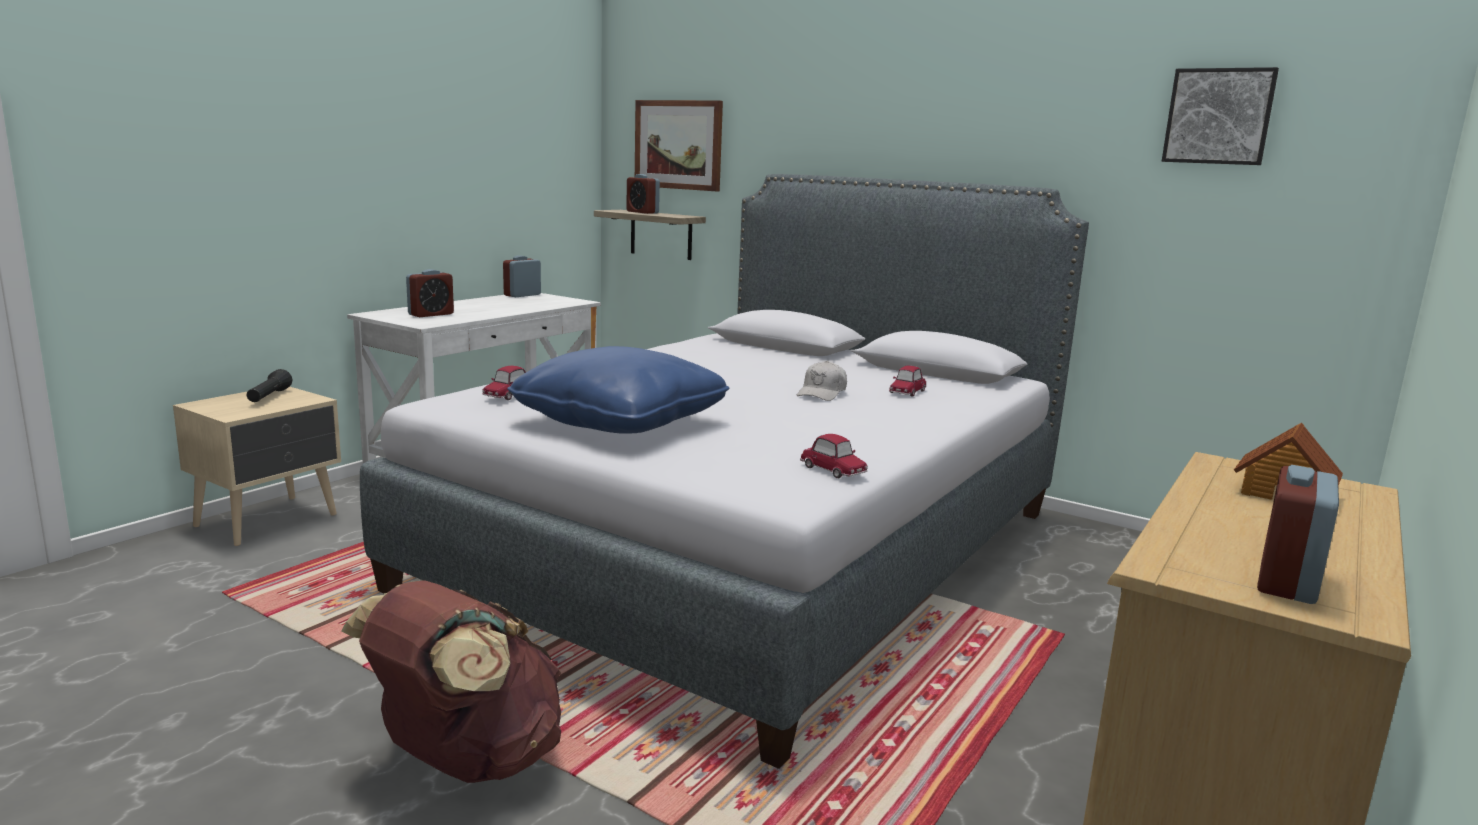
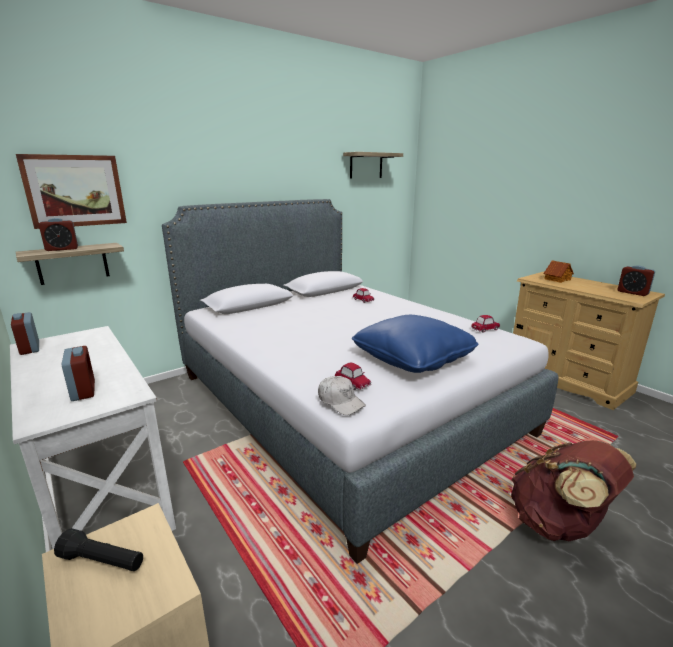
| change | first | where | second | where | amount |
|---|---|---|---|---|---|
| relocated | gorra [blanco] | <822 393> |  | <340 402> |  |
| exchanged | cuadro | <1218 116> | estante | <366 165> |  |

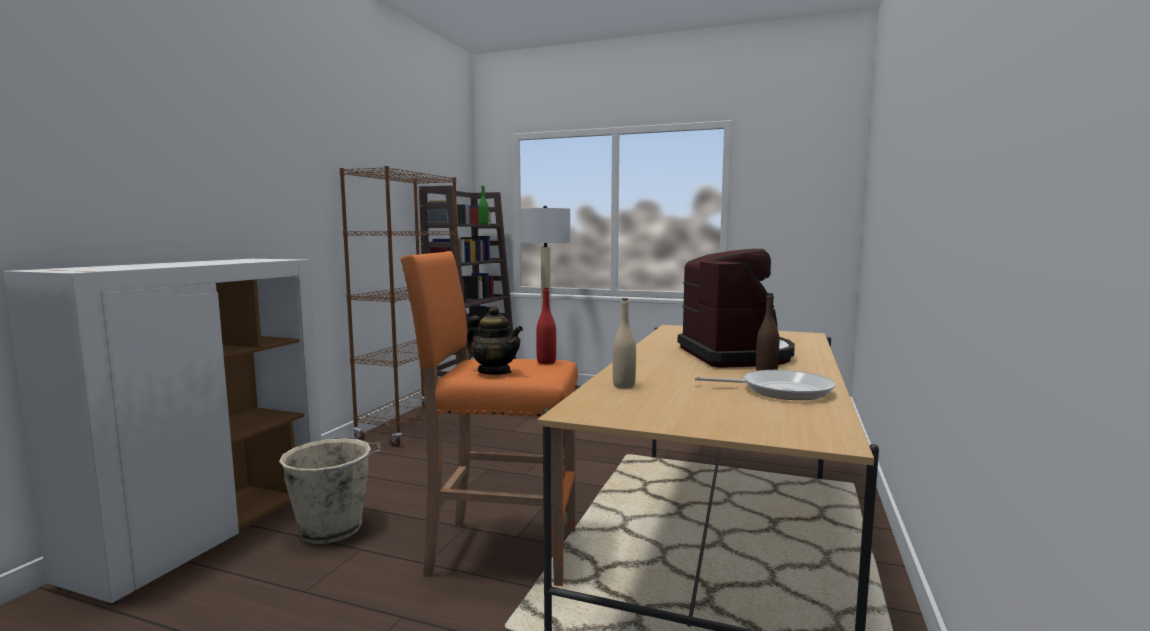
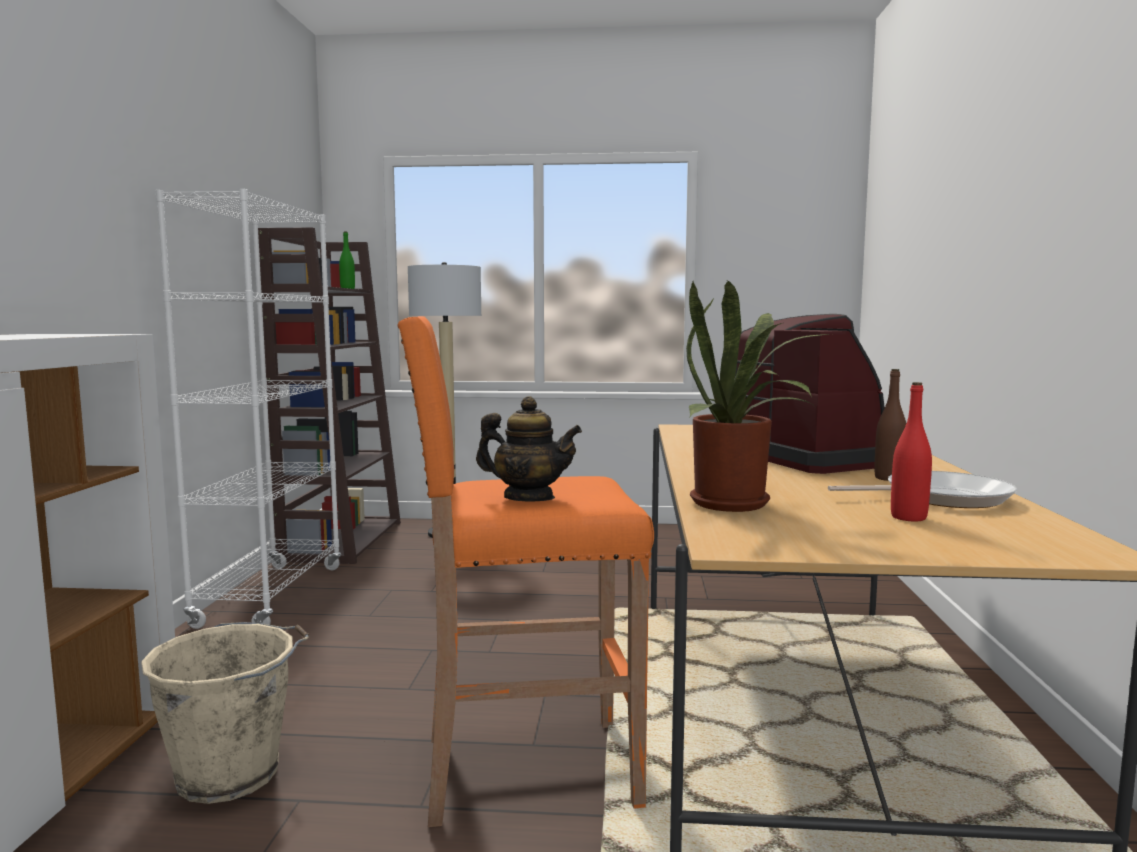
| change | first | where | second | where | amount |
|---|---|---|---|---|---|
| colour | estantería [marrón] | <412 425> | estantería [blanco] | <271 596> |  |
| exchanged | botella [beis] | <624 385> | planta en maceta | <738 505> |  |
| relocated | botella [rojo] | <546 362> |  | <908 517> |  |

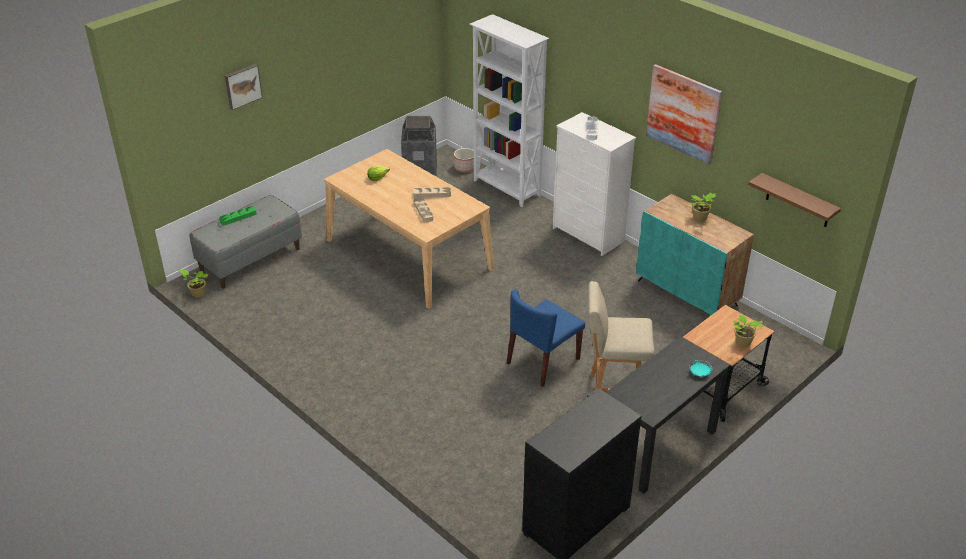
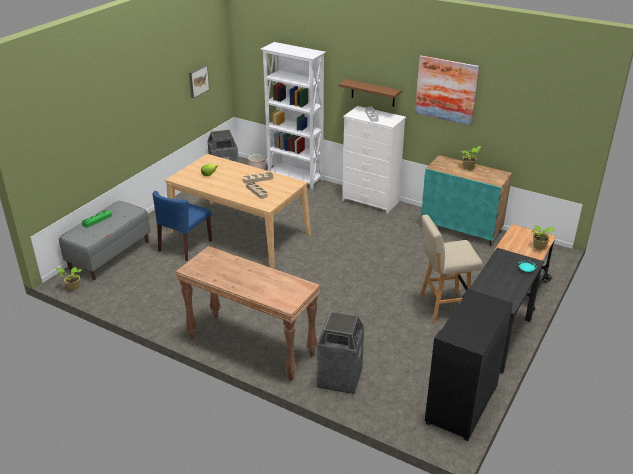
| change | first | where | second | where | amount |
|---|---|---|---|---|---|
| relocated | silla [azul] | <543 361> |  | <185 246> |  |
| appeared |  |  | mesa consola [marrón] | <250 347> |  |
| relocated | cuadro | <242 86> |  | <198 81> |  |
| appeared |  |  | papelera | <339 378> |  |
| relocated | estante [marrón] | <798 201> |  | <373 93> |  |

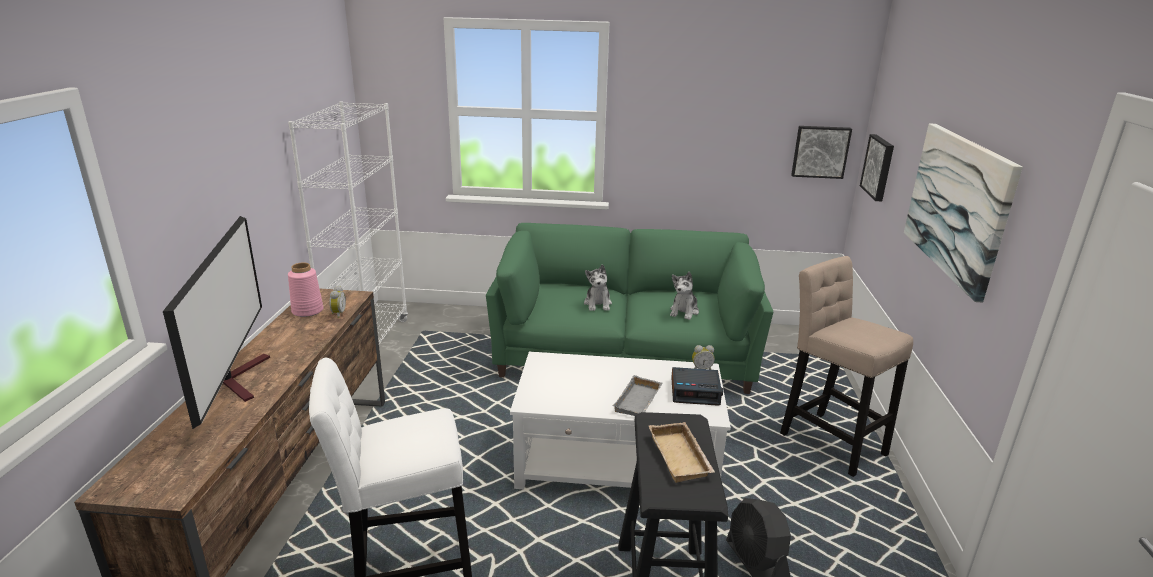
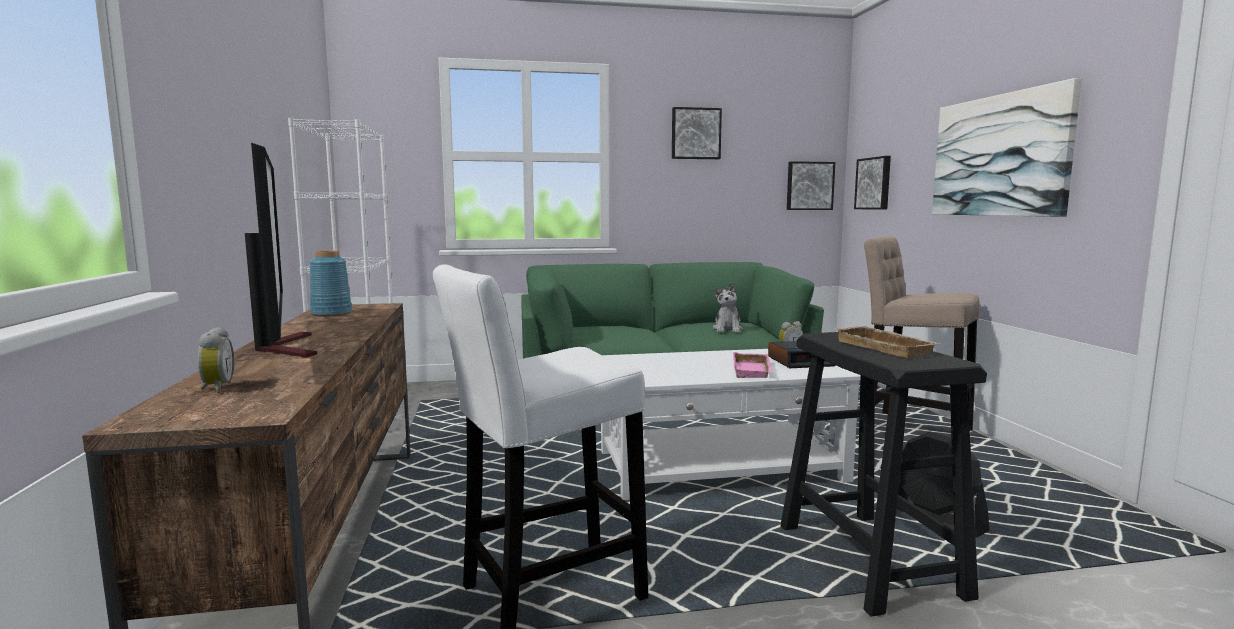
| change | first | where | second | where | amount |
|---|---|---|---|---|---|
| relocated | despertador | <338 314> |  | <215 388> |  |
| colour | florero [rosa] | <308 311> | florero [azul] | <331 313> |  |
| appeared |  |  | cuadro | <695 133> |  |
| colour | bandeja [gris] | <639 402> | bandeja [rosa] | <753 371> |  |
| missing | peluche | <598 304> |  |  |  |

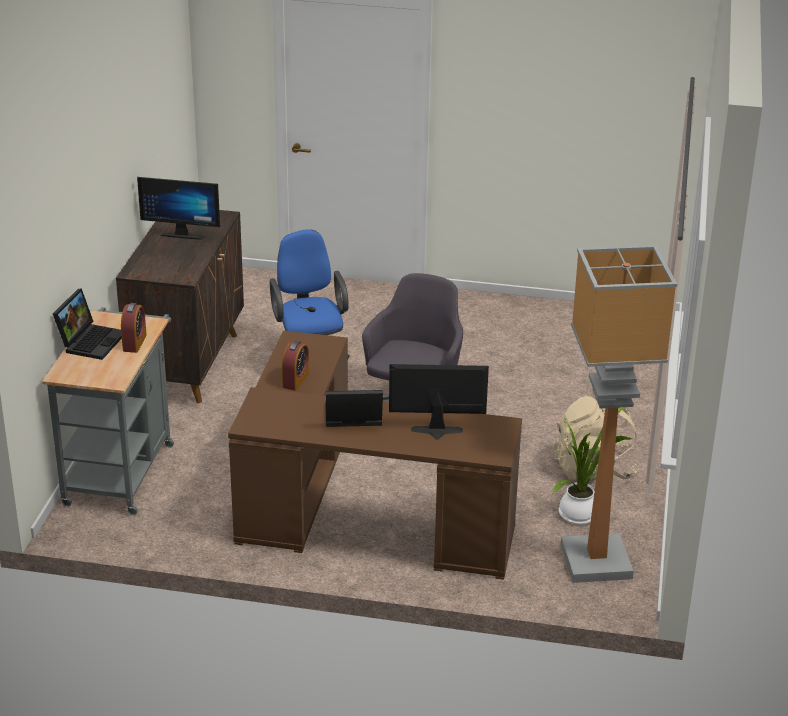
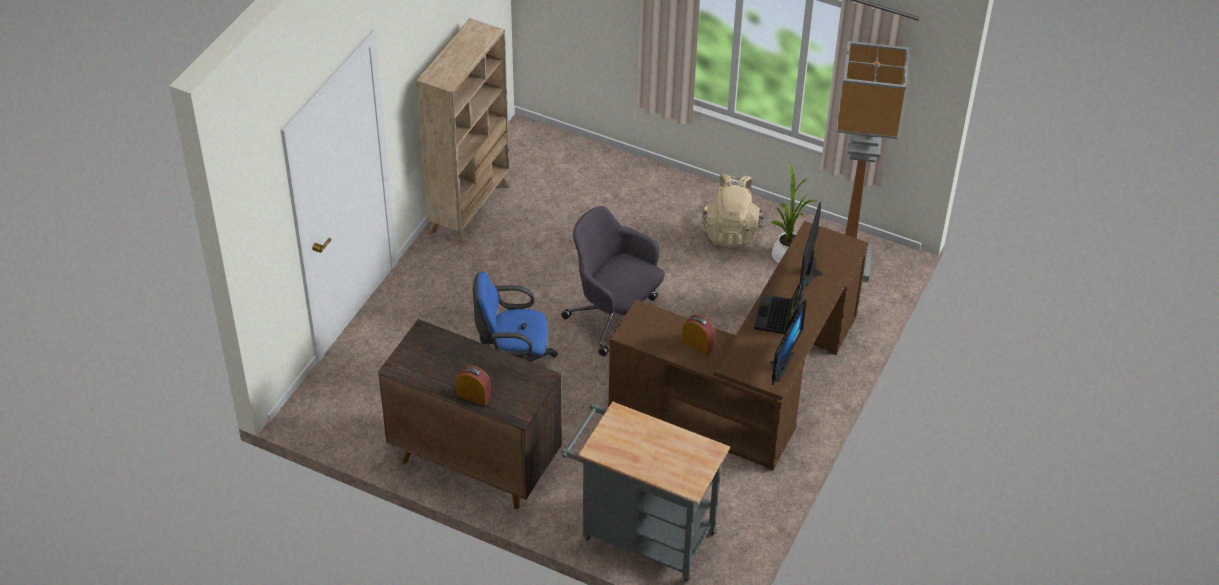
| change | first | where | second | where | amount |
|---|---|---|---|---|---|
| appeared |  |  | estantería [beis] | <470 208> |  |
| relocated | despertador | <134 343> |  | <473 396> |  |
| relocated | monitor | <183 234> |  | <778 364> |  |
| missing | portátil | <91 341> |  |  |  |

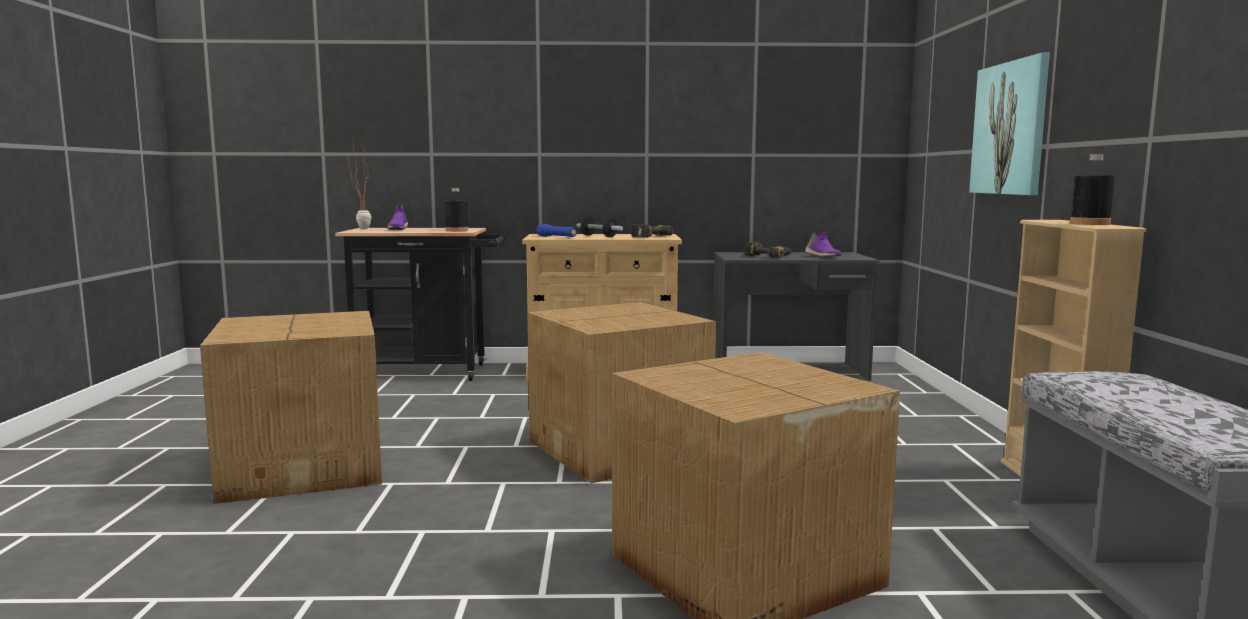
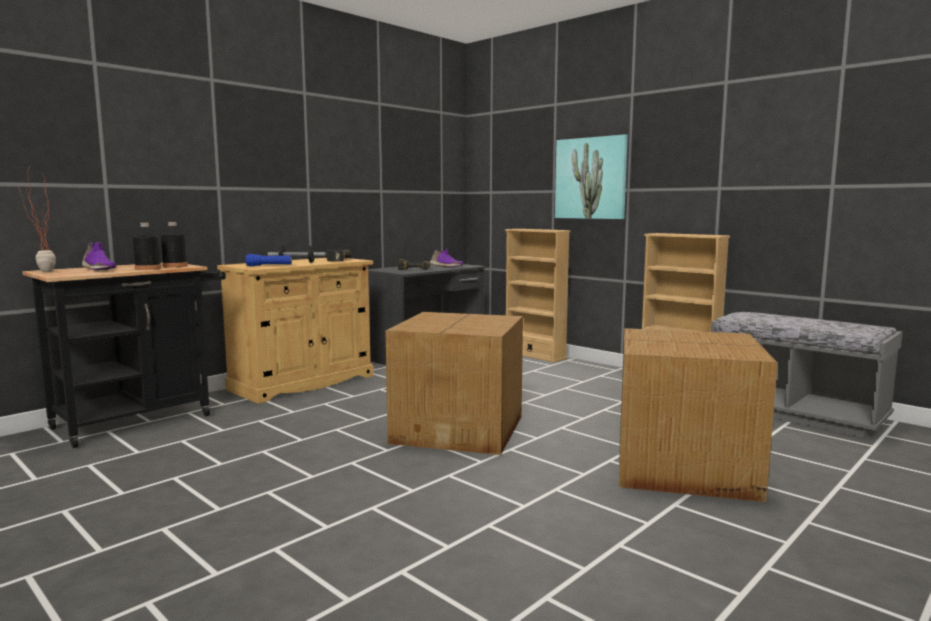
| change | first | where | second | where | amount |
|---|---|---|---|---|---|
| relocated | botella [negro] | <1090 224> |  | <148 268> |  |
| appeared |  |  | estantería [beis] | <534 355> |  |
| missing | caja de cartón | <306 466> |  |  |  |

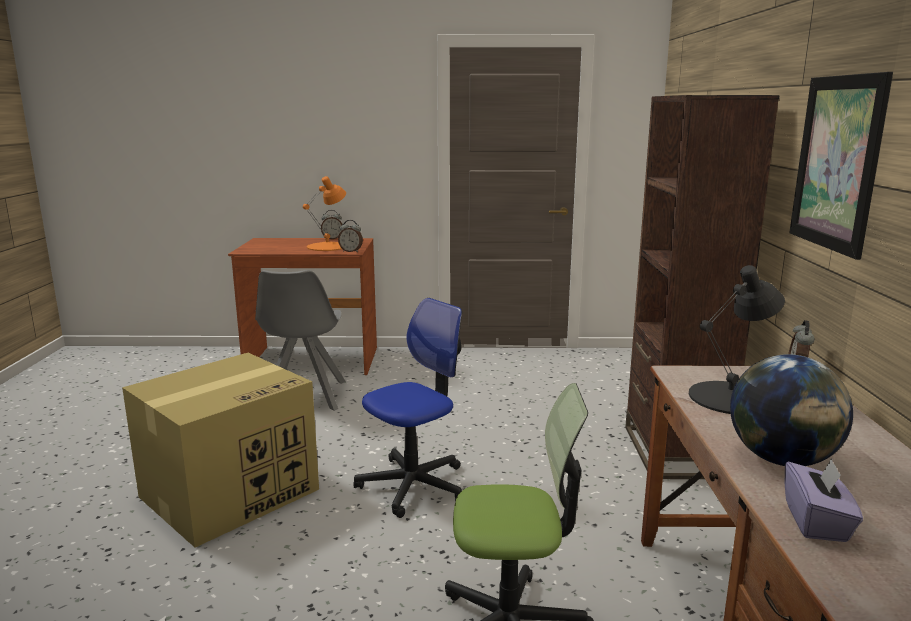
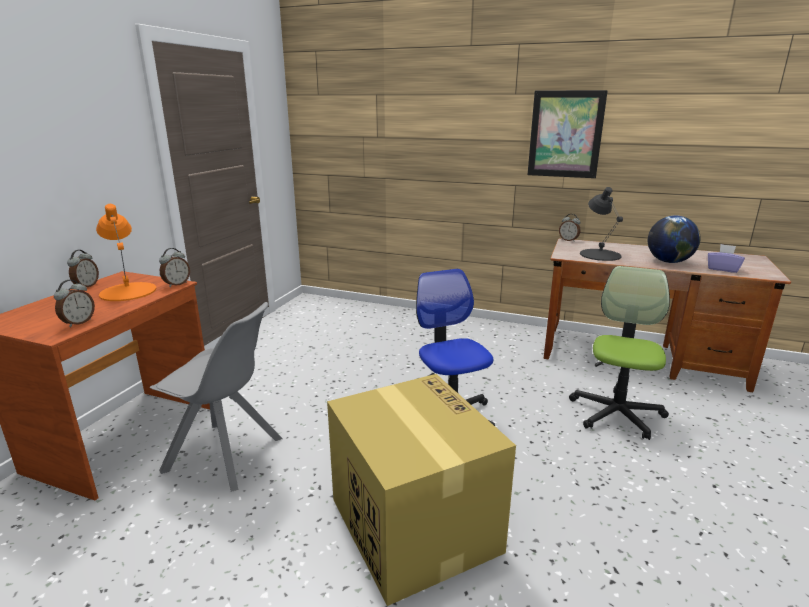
| change | first | where | second | where | amount |
|---|---|---|---|---|---|
| appeared |  |  | despertador | <78 323> |  |
| missing | estantería [marrón] | <673 451> |  |  |  |

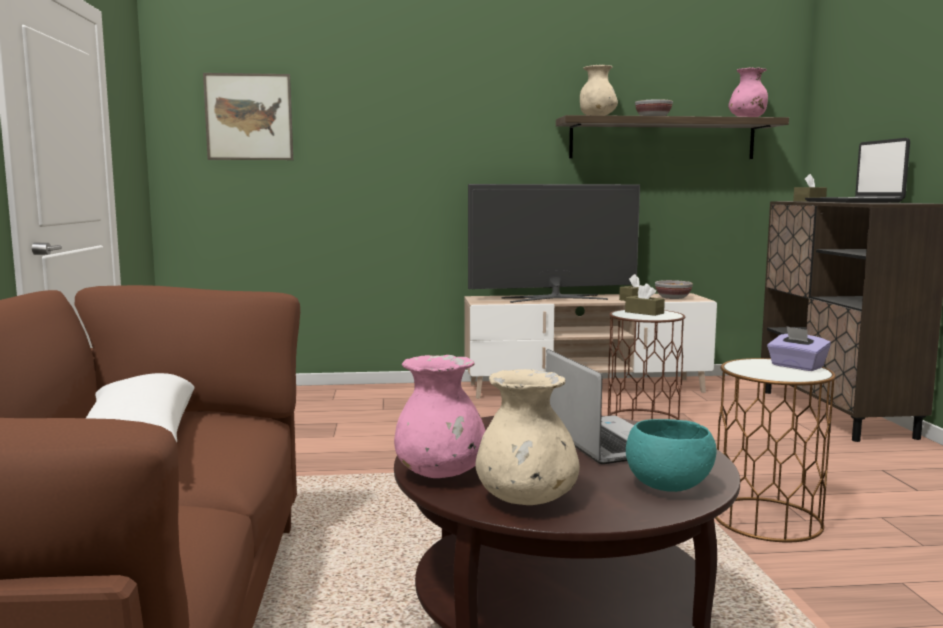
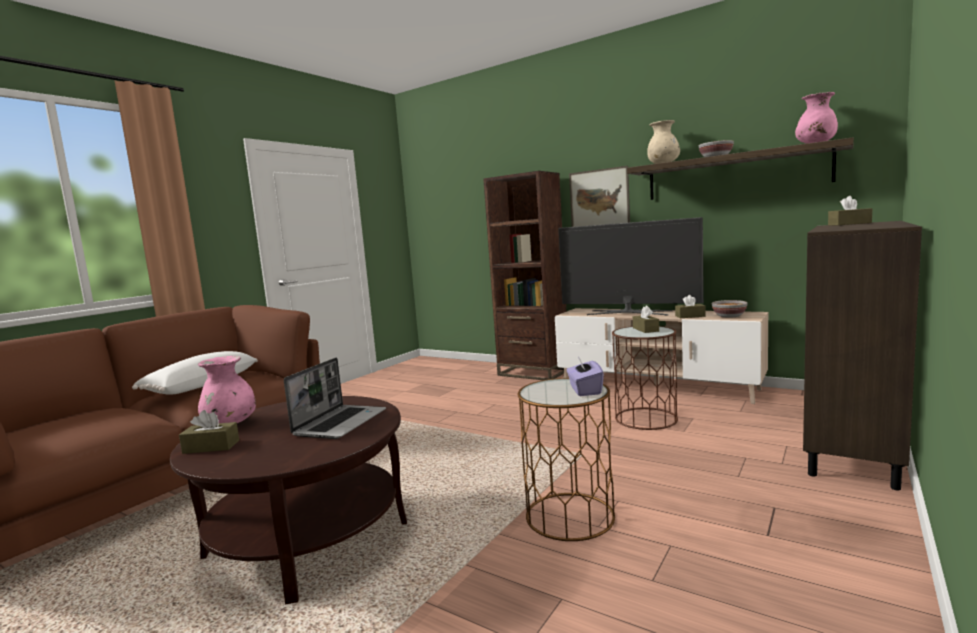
| change | first | where | second | where | amount |
|---|---|---|---|---|---|
| exchanged | florero [beis] | <527 501> | caja de pañuelos [marrón] | <211 447> |  |
| appeared |  |  | estantería [marrón] | <533 372> |  |
| relocated | cuadro | <249 117> |  | <599 201> |  |
| missing | cuenco [turquesa] | <667 486> |  |  |  |
| missing | portátil | <853 202> |  |  |  |

